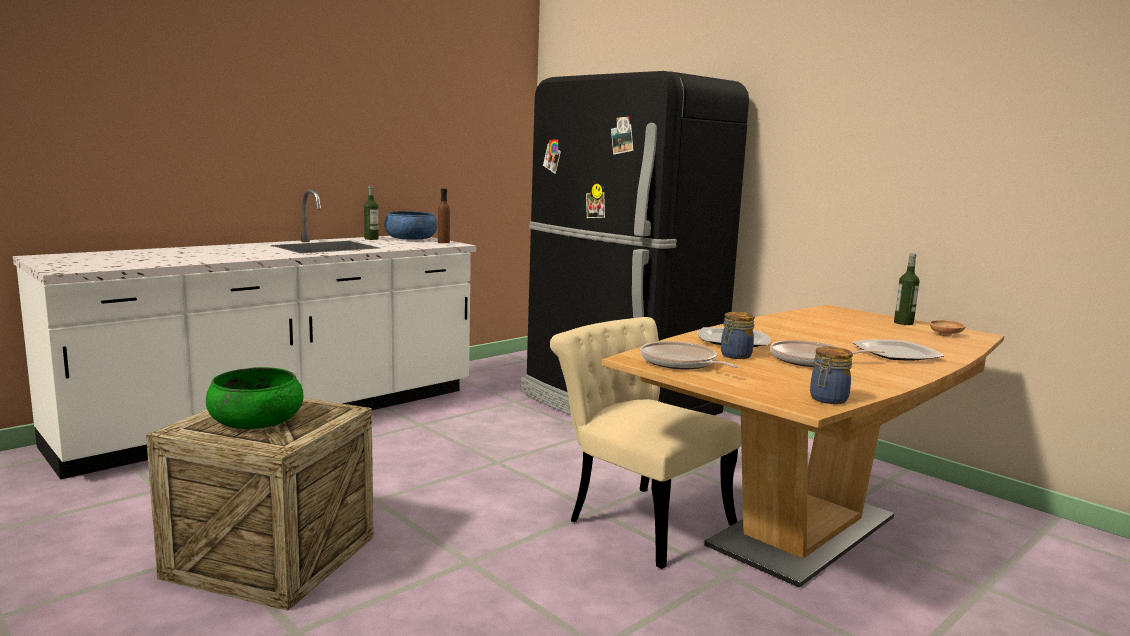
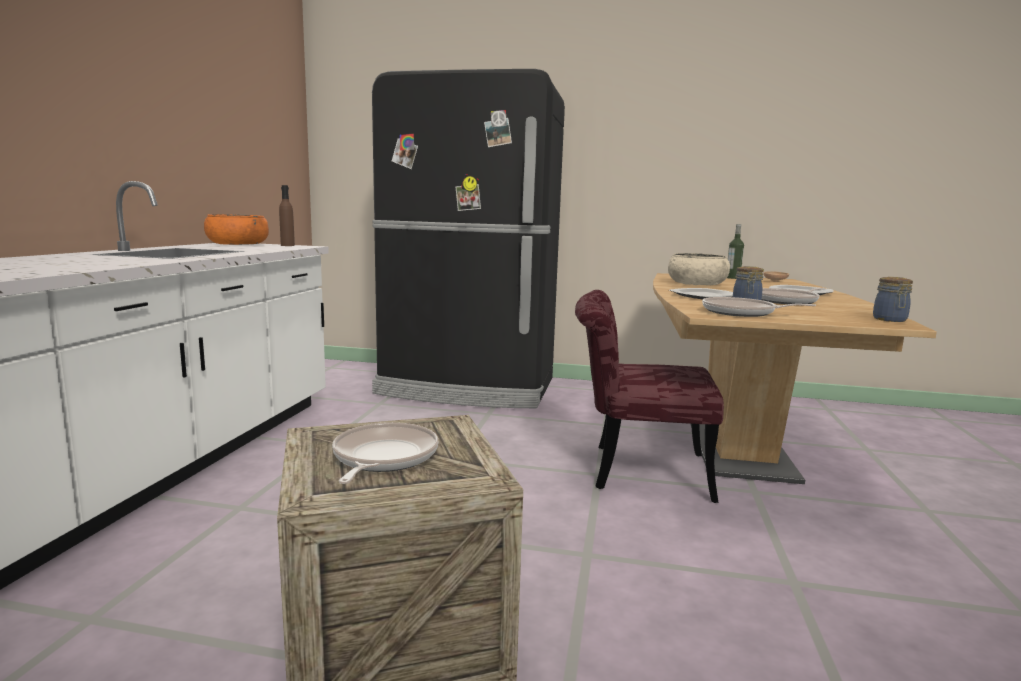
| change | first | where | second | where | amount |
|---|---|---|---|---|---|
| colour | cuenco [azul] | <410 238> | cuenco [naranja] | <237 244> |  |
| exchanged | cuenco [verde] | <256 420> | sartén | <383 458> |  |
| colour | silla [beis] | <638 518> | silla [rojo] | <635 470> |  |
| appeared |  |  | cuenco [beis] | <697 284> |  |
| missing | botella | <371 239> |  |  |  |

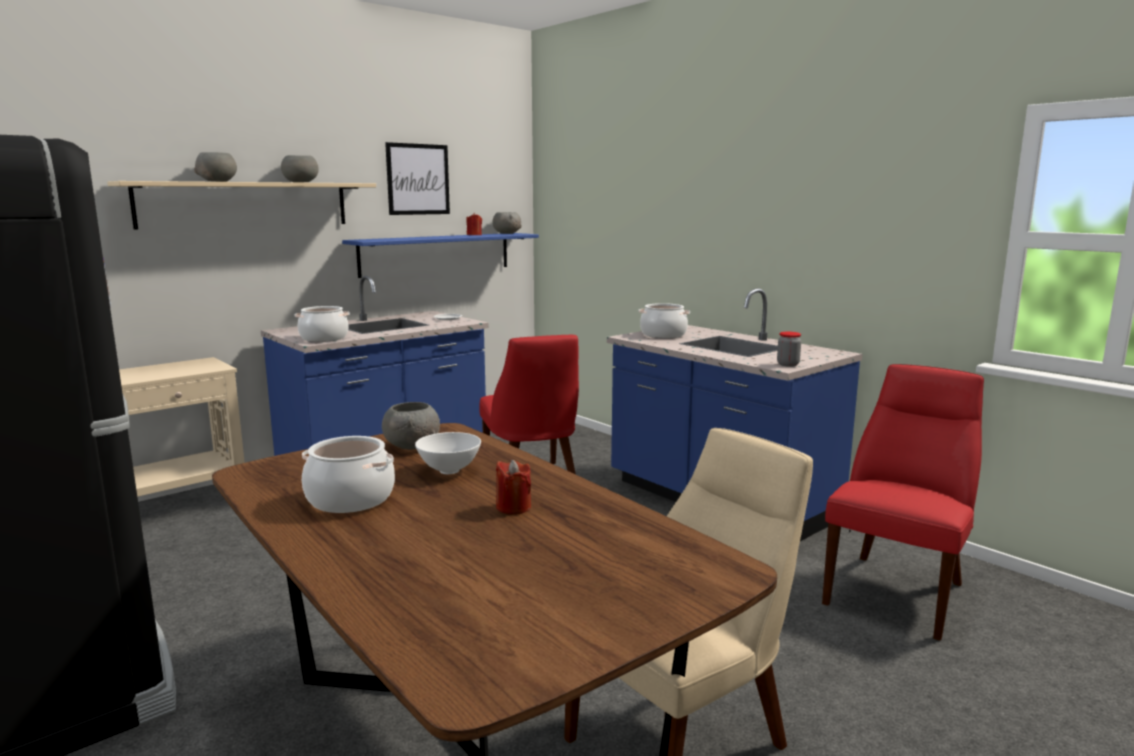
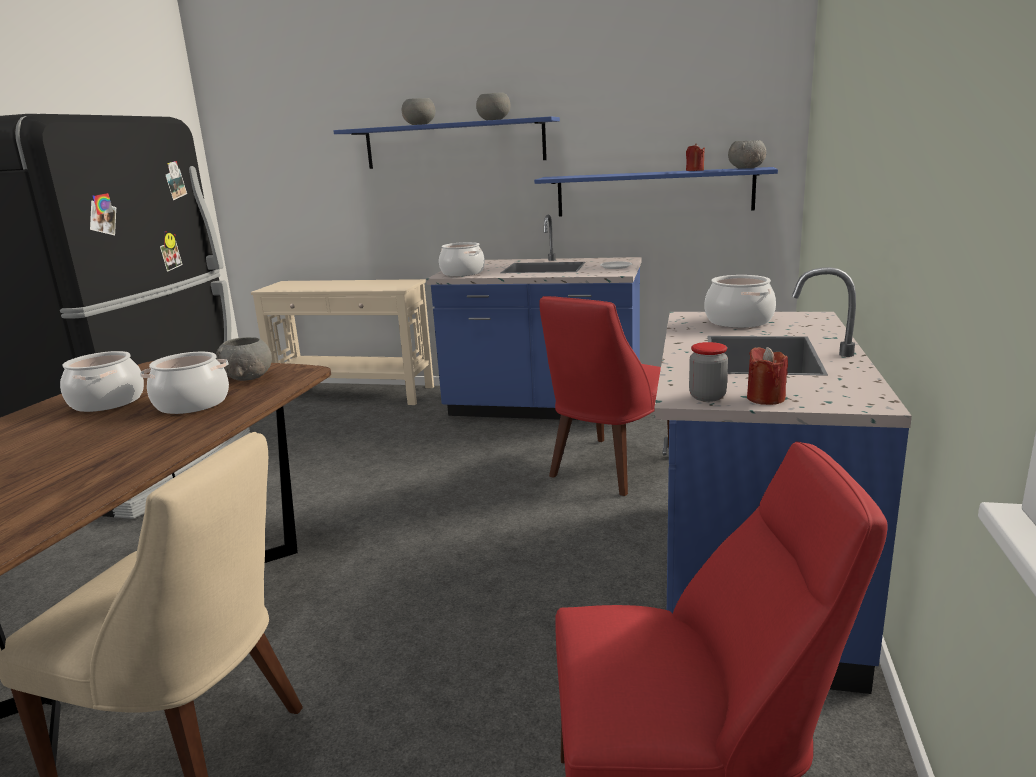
| change | first | where | second | where | amount |
|---|---|---|---|---|---|
| exchanged | cuenco [blanco] | <449 471> | olla | <192 404> |  |
| colour | estante [beis] | <246 204> | estante [azul] | <454 144> |  |
| relocated | vela [rojo] | <513 507> |  | <765 398> |  |
| missing | cuadro | <418 179> |  |  |  |

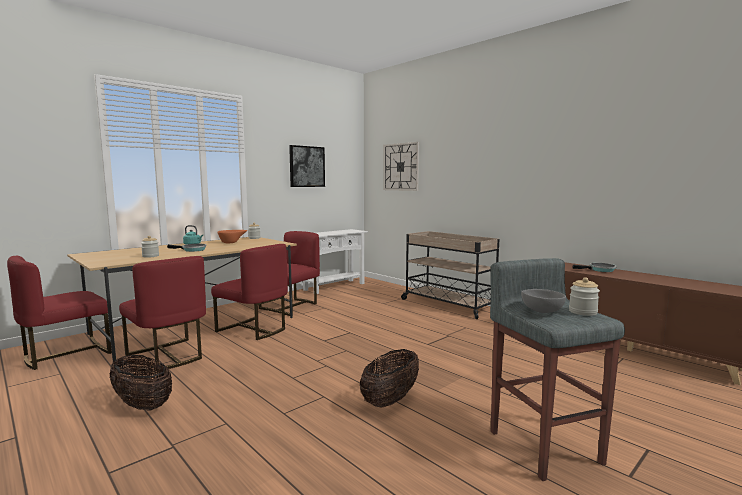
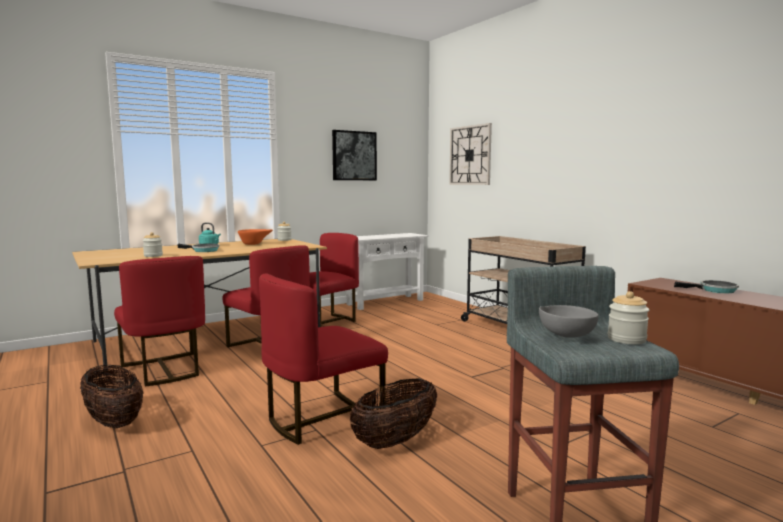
| change | first | where | second | where | amount |
|---|---|---|---|---|---|
| relocated | silla [rojo] | <66 354> |  | <322 419> |  |

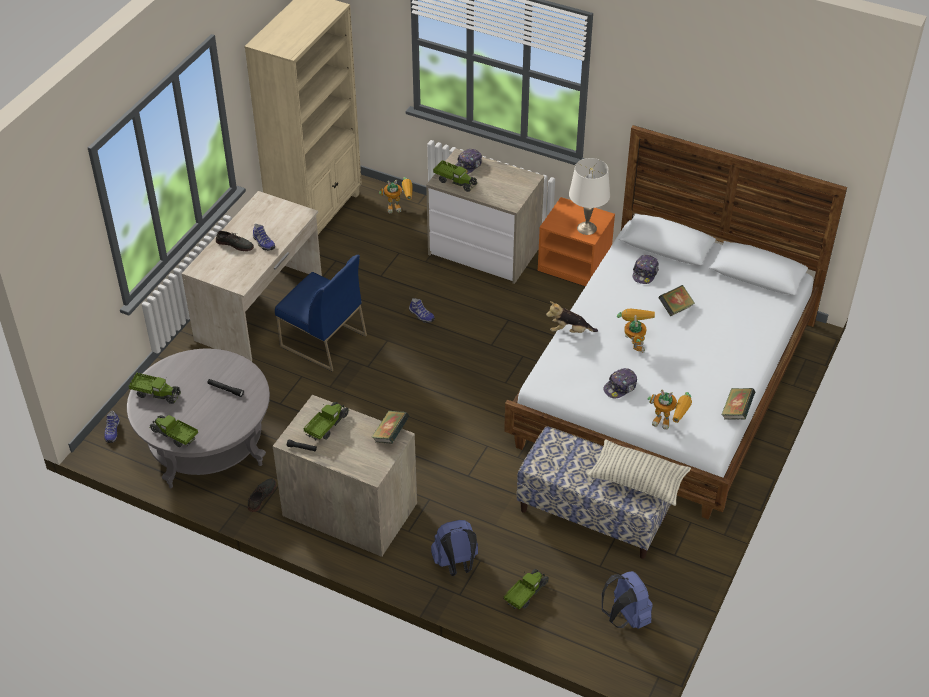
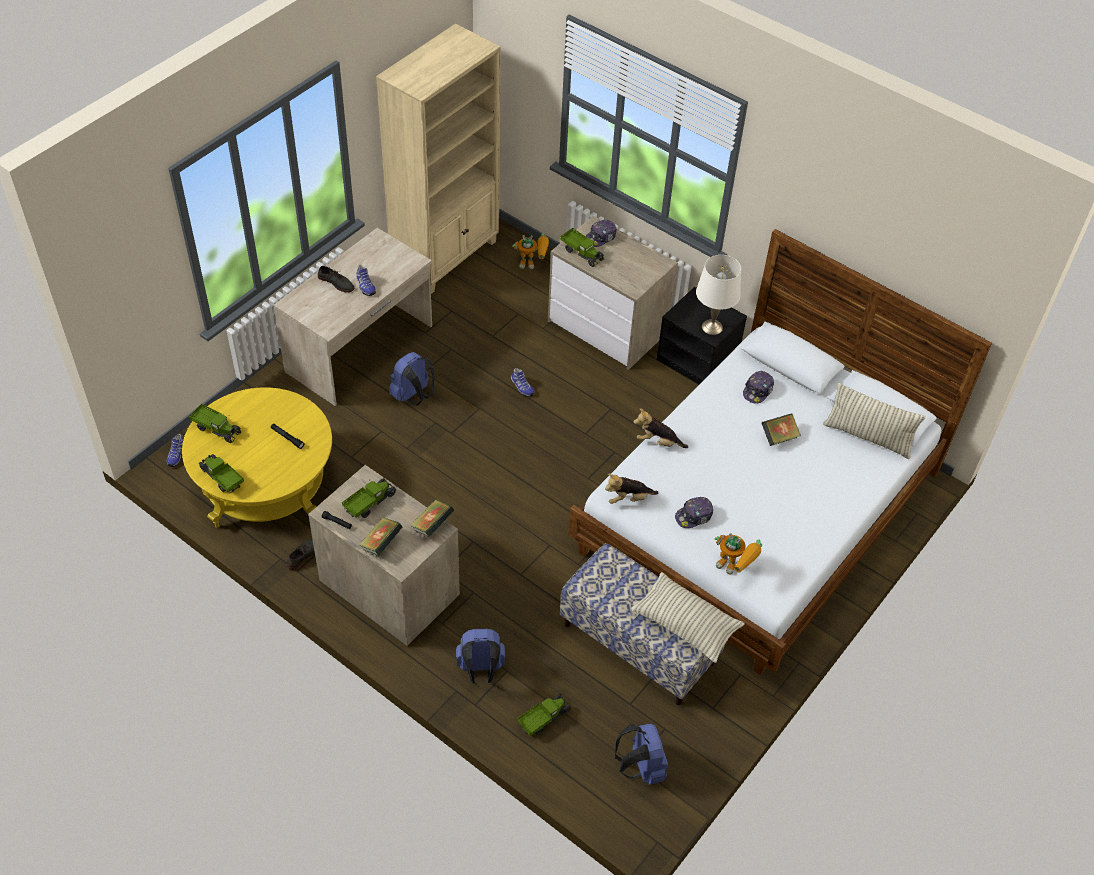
| change | first | where | second | where | amount |
|---|---|---|---|---|---|
| colour | mesa de centro [gris] | <206 443> | mesa de centro [amarillo] | <266 486> |  |
| relocated | libro | <736 411> |  | <381 544> |  |
| exchanged | silla [azul] | <322 341> | mochila [azul] | <413 396> |  |
| appeared |  |  | peluche | <628 498> |  |
| colour | mesita de noche [naranja] | <575 264> | mesita de noche [negro] | <698 359> |  |
| appeared |  |  | cojín | <868 437> |  |
| missing | robot de juguete | <633 342> |  |  |  |

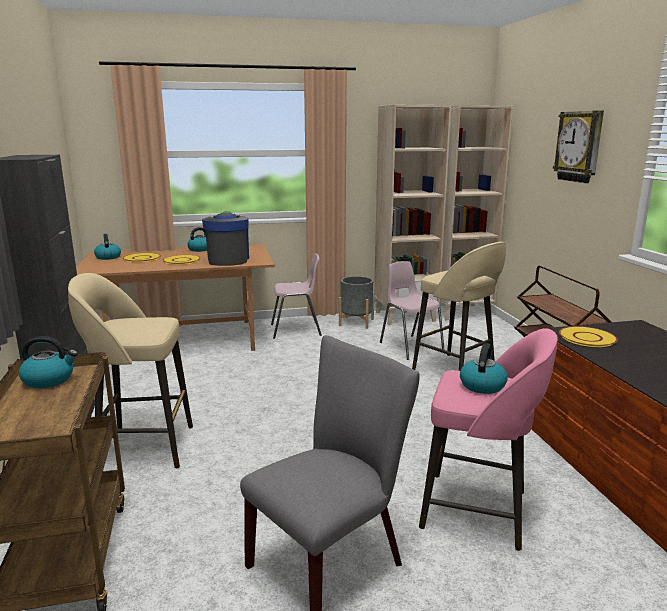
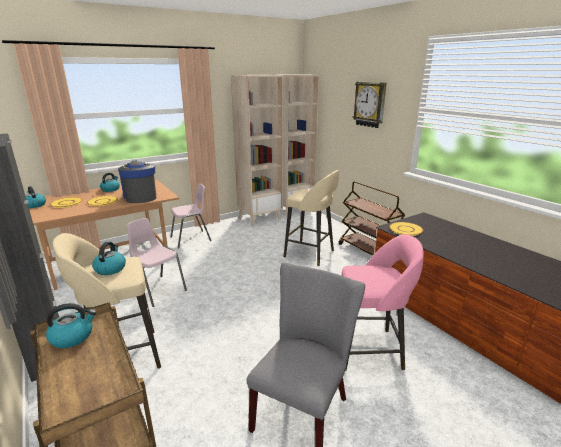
| change | first | where | second | where | amount |
|---|---|---|---|---|---|
| relocated | hervidor | <482 385> |  | <110 268> |  |
| relocated | silla [rosa] | <410 346> |  | <158 290> |  |
| missing | maceta [gris] | <356 322> |  |  |  |

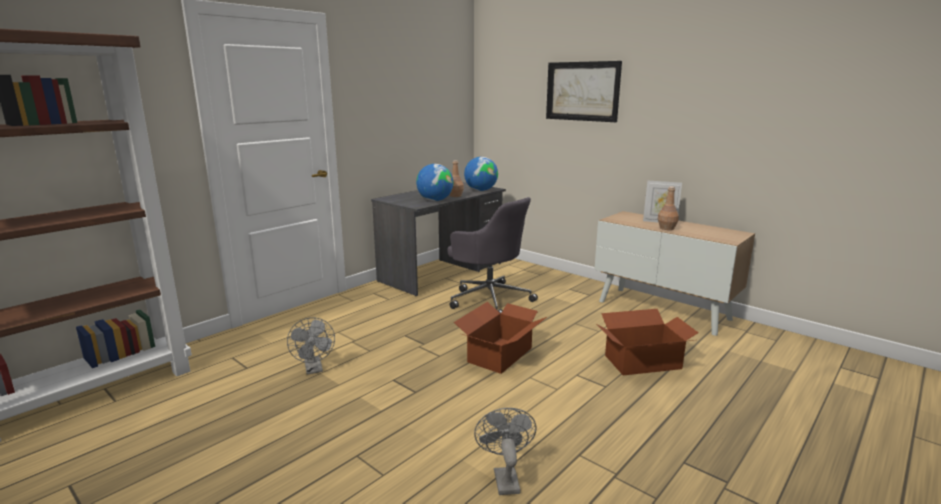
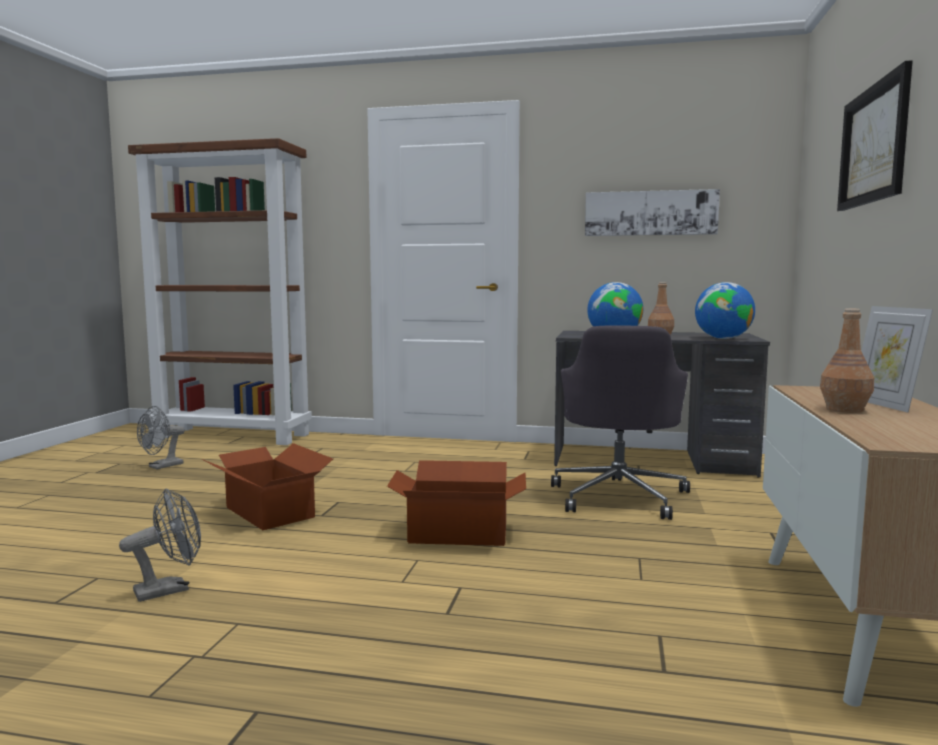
| change | first | where | second | where | amount |
|---|---|---|---|---|---|
| relocated | ventilador [gris] | <314 369> |  | <161 466> |  |
| relocated | caja de cartón | <643 362> |  | <269 512> |  |
| appeared |  |  | cuadro | <650 213> |  |

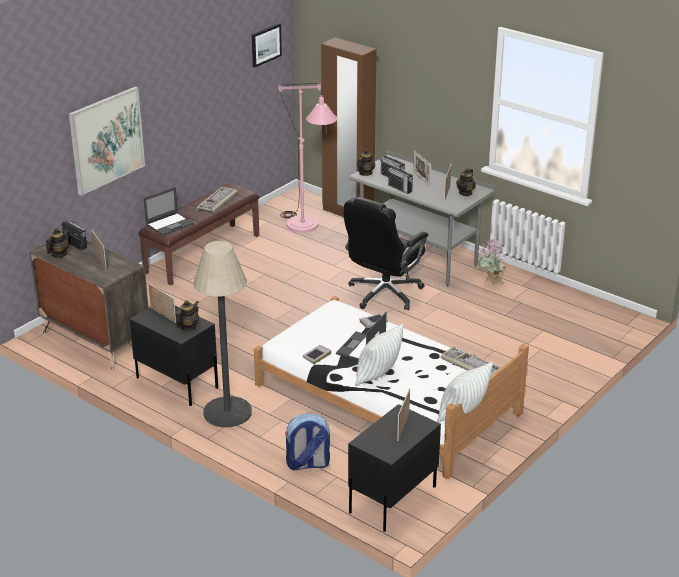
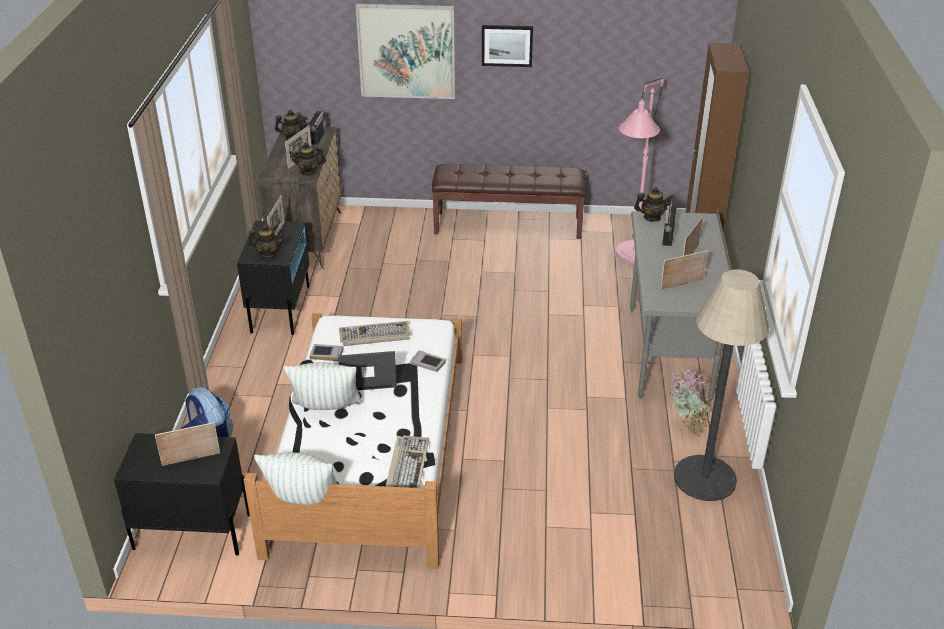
| change | first | where | second | where | amount |
|---|---|---|---|---|---|
| relocated | tetera | <465 193> |  | <308 171> |  |
| relocated | teclado | <218 201> |  | <374 336> |  |
| relocated | cuadro | <265 45> |  | <507 45> |  |
| relocated | lámpara de pie | <227 412> |  | <704 478> |  |
| missing | portátil | <170 224> |  |  |  |
| missing | silla de oficina [negro] | <384 294> |  |  |  |
| missing | radio | <400 188> |  |  |  |

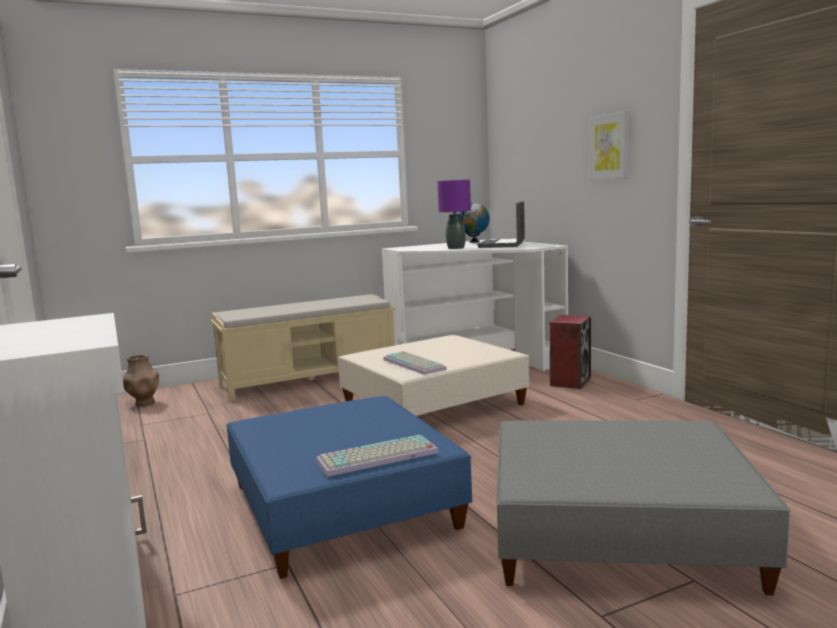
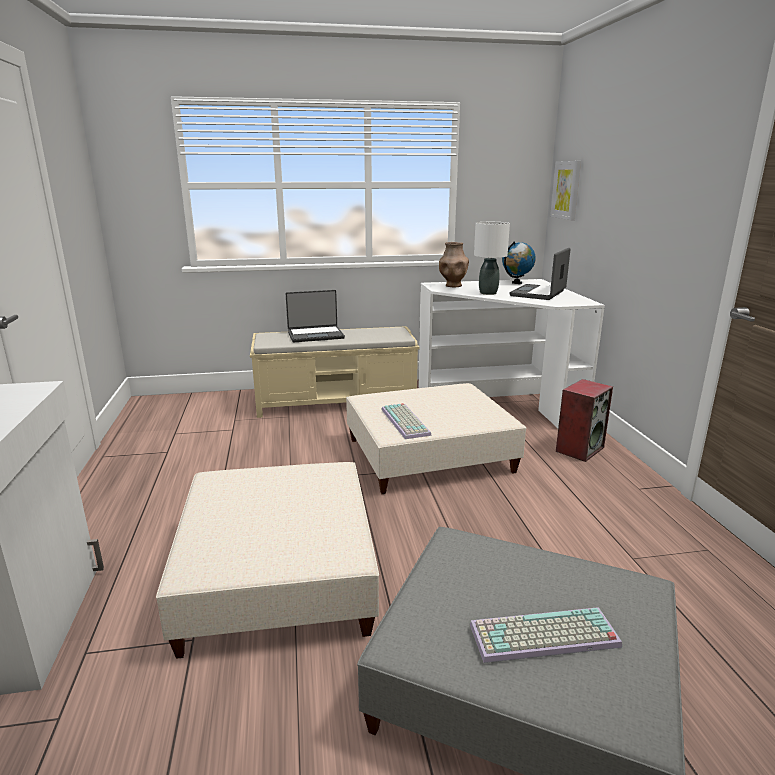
| change | first | where | second | where | amount |
|---|---|---|---|---|---|
| colour | puf [azul] | <342 506> | puf [beis] | <278 575> |  |
| appeared |  |  | portátil | <315 335> |  |
| relocated | florero [marrón] | <144 403> |  | <453 286> |  |
| relocated | teclado | <376 458> |  | <543 638> |  |
| colour | lámpara de mesa [morado] | <456 248> | lámpara de mesa [blanco] | <488 293> |  |
| relocated | cuadro | <610 147> |  | <566 190> |  |

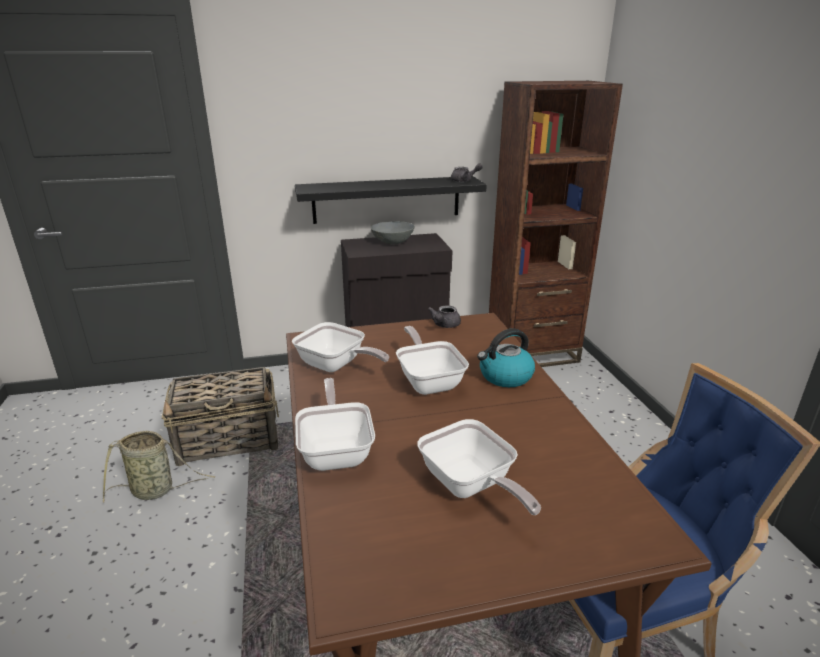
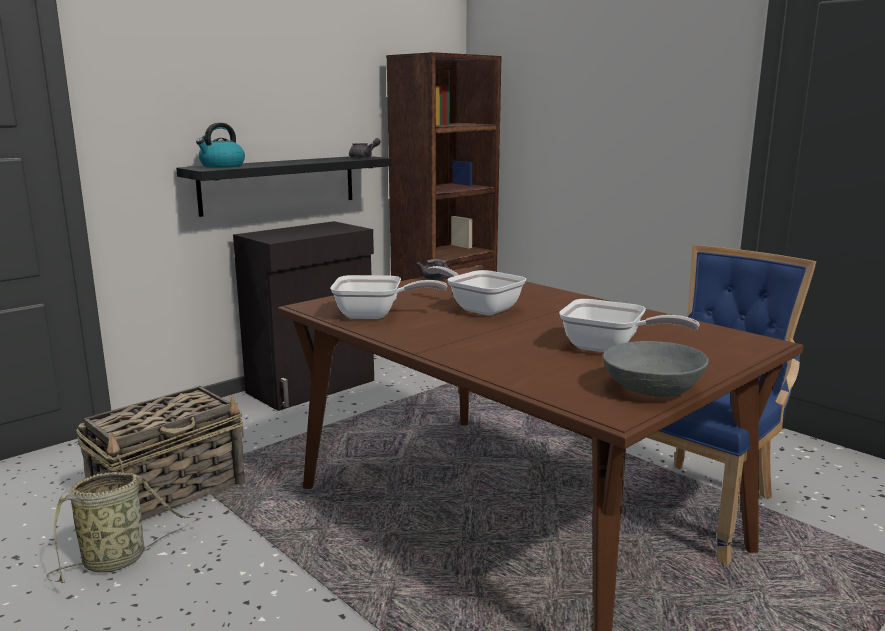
| change | first | where | second | where | amount |
|---|---|---|---|---|---|
| relocated | hervidor | <505 376> |  | <222 166> |  |
| relocated | cuenco [gris] | <393 241> |  | <652 389> |  |
| missing | sartén | <336 450> |  |  |  |

